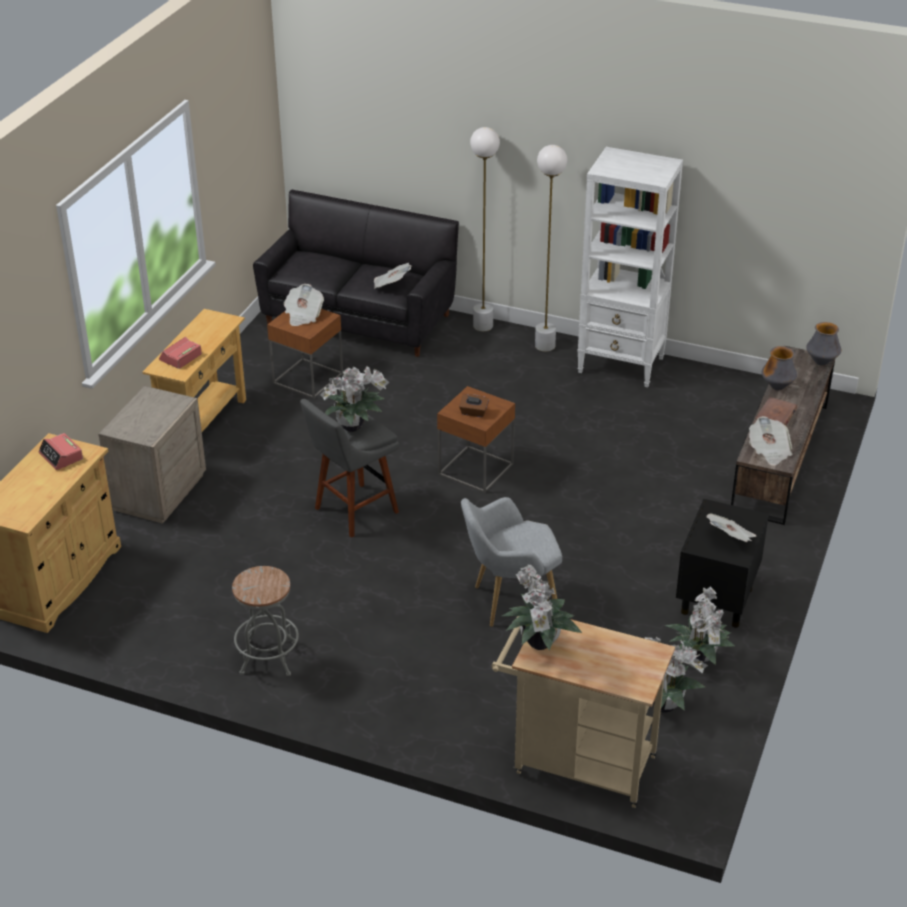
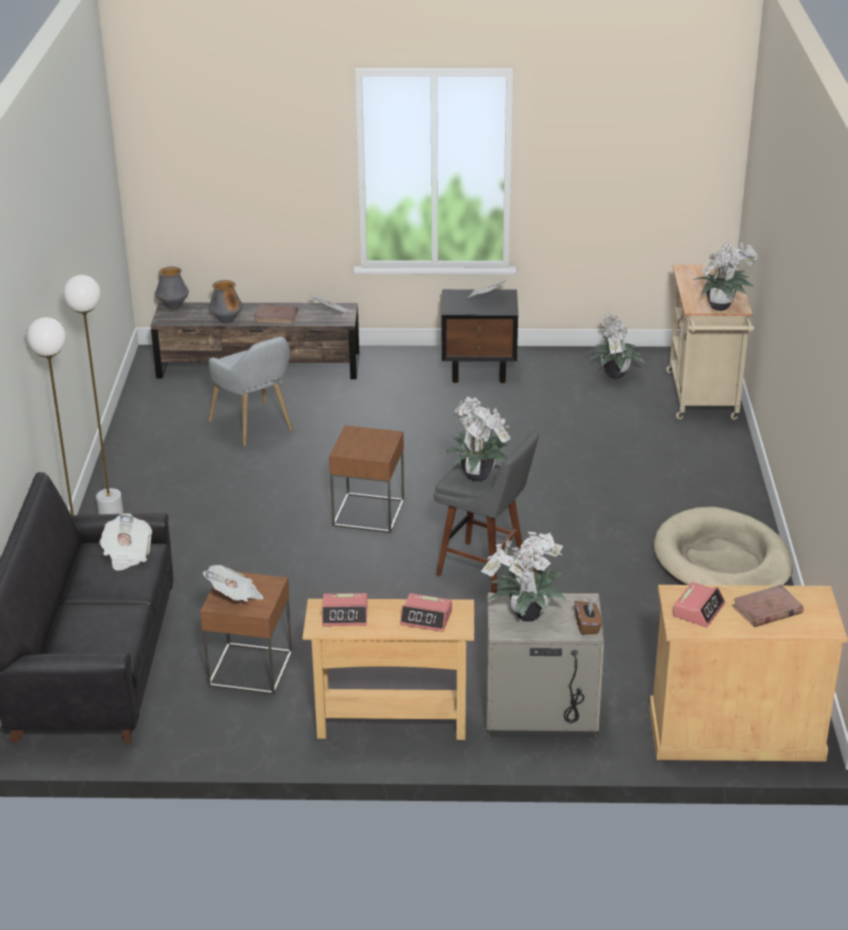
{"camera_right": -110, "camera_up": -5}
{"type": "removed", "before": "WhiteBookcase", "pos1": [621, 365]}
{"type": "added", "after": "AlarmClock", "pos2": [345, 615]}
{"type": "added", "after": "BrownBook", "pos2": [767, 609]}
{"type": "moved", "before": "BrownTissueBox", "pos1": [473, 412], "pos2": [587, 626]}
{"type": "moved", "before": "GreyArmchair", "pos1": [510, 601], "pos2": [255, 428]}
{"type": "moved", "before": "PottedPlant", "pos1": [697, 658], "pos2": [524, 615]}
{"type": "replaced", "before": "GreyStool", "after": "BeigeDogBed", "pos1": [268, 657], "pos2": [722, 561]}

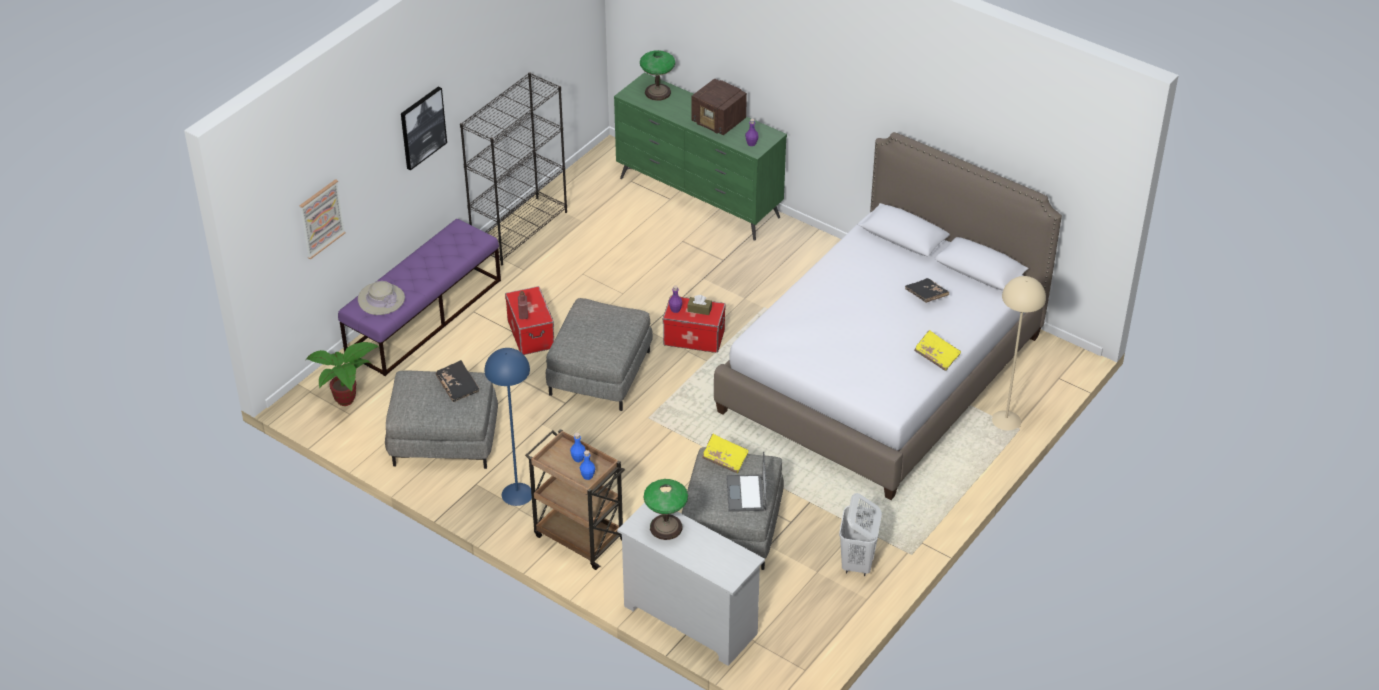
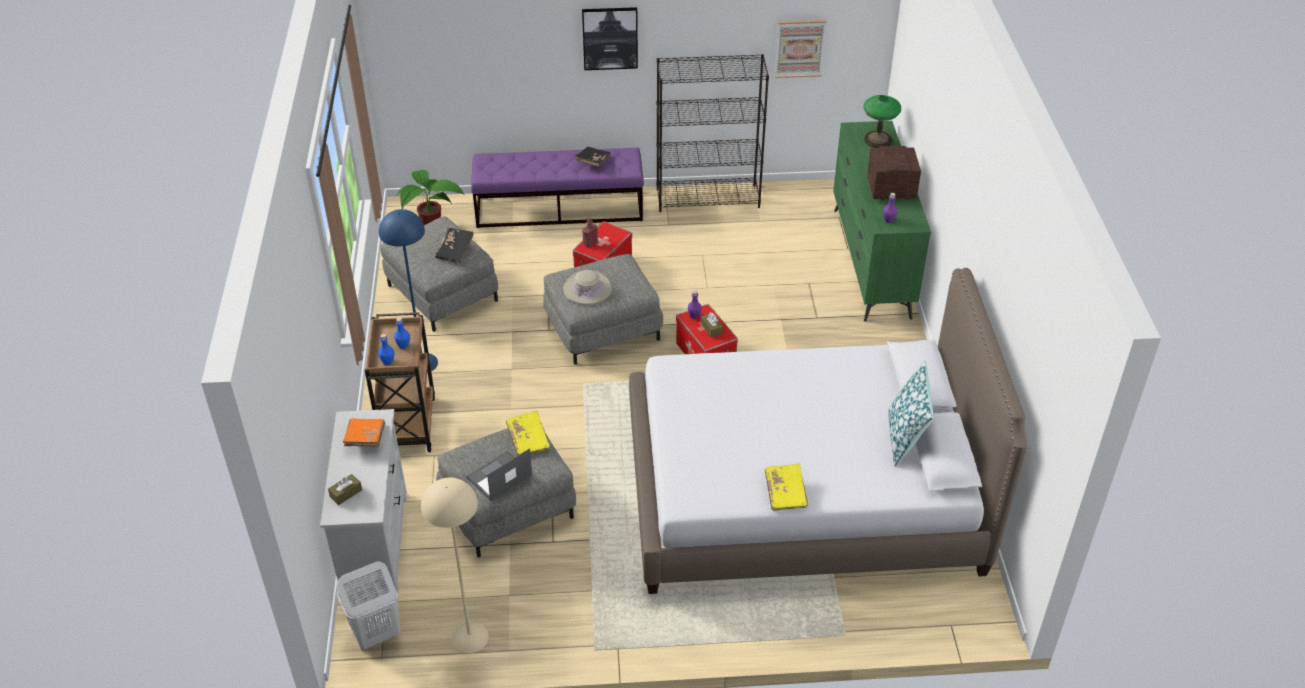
{"camera_right": 50, "camera_up": 0}
{"type": "added", "after": "BrownTissueBox", "pos2": [346, 493]}
{"type": "added", "after": "Pillow", "pos2": [905, 438]}
{"type": "moved", "before": "Picture", "pos1": [321, 218], "pos2": [799, 48]}
{"type": "moved", "before": "BeigeHat", "pos1": [381, 299], "pos2": [587, 289]}
{"type": "moved", "before": "WhiteLaundryBasket", "pos1": [857, 563], "pos2": [376, 635]}
{"type": "moved", "before": "BlackBook", "pos1": [926, 296], "pos2": [592, 162]}
{"type": "moved", "before": "BeigeFloorLamp", "pos1": [1006, 421], "pos2": [469, 638]}
{"type": "replaced", "before": "TableLamp", "after": "OrangeBook", "pos1": [666, 527], "pos2": [365, 438]}
{"type": "turned", "before": "Radio", "pos1": [719, 122], "pos2": [890, 189], "turn": 90}

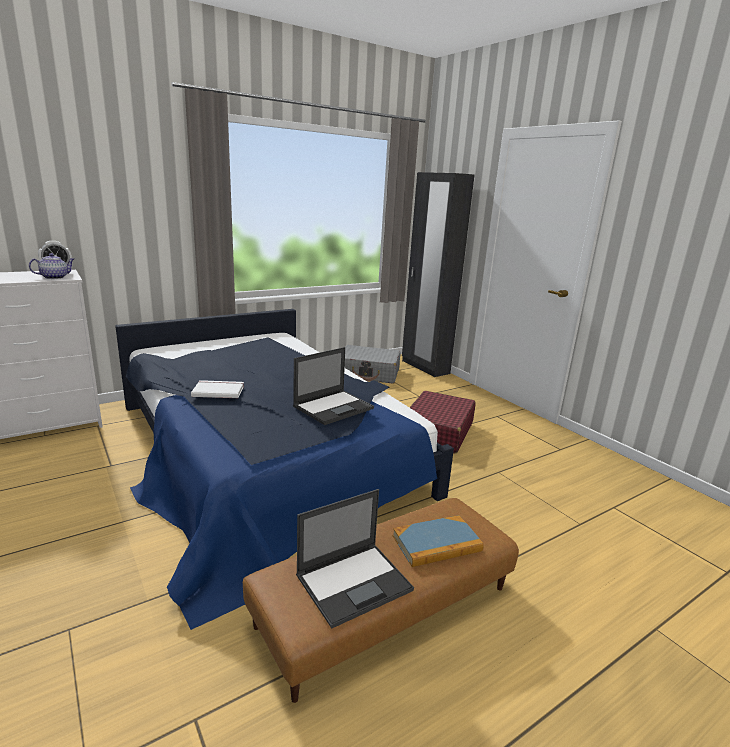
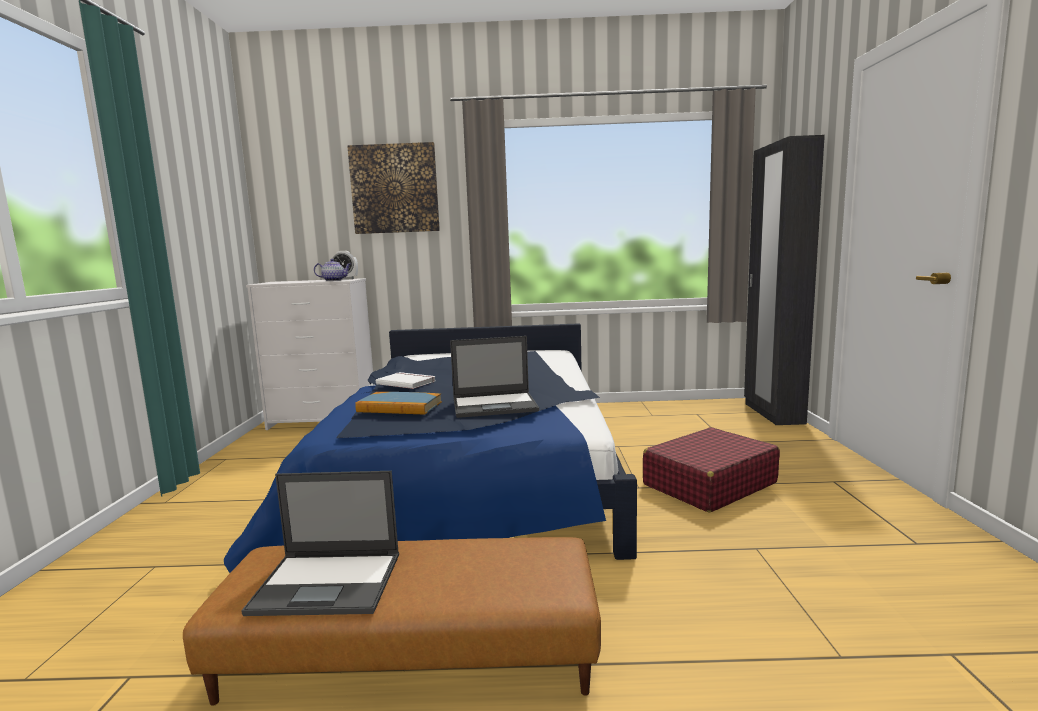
{"camera_right": 35, "camera_up": -10}
{"type": "removed", "before": "GreySuitcase", "pos1": [369, 373]}
{"type": "added", "after": "Picture", "pos2": [394, 189]}
{"type": "moved", "before": "Book", "pos1": [436, 544], "pos2": [399, 407]}

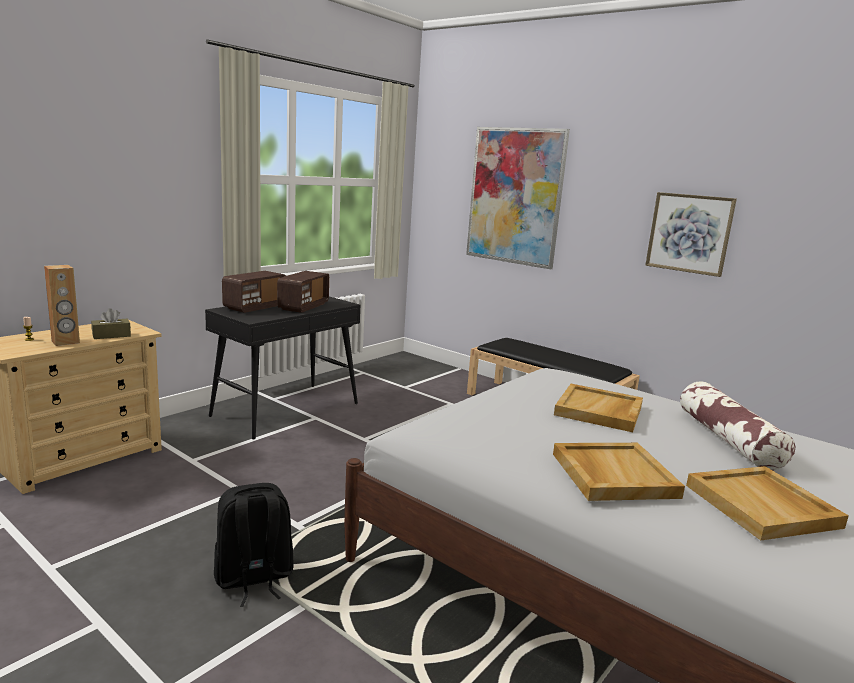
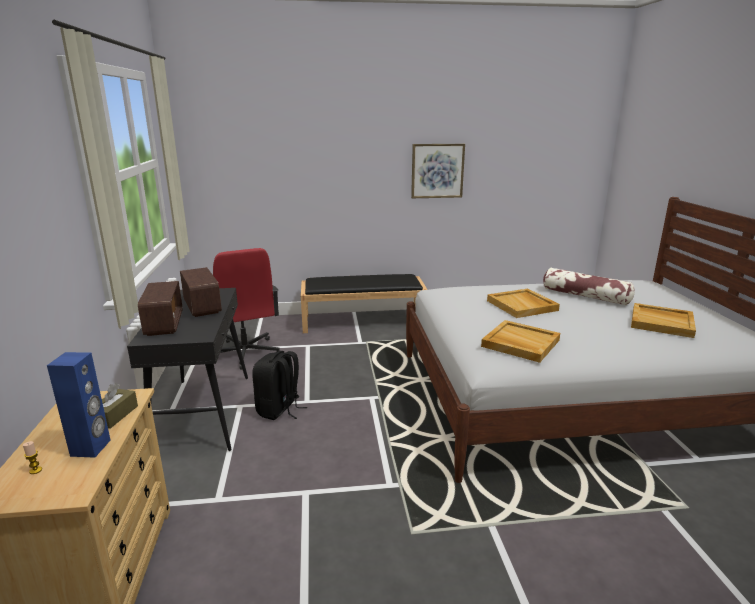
{"camera_right": -45, "camera_up": 5}
{"type": "removed", "before": "Picture", "pos1": [515, 196]}
{"type": "added", "after": "RedOfficeChair", "pos2": [245, 353]}
{"type": "moved", "before": "BlackBackpack", "pos1": [253, 579], "pos2": [279, 410]}
{"type": "moved", "before": "BeigeTray", "pos1": [612, 474], "pos2": [519, 343]}
{"type": "recoloured", "before": "BrownSpeaker", "after": "BlueSpeaker", "pos1": [65, 342], "pos2": [91, 448]}

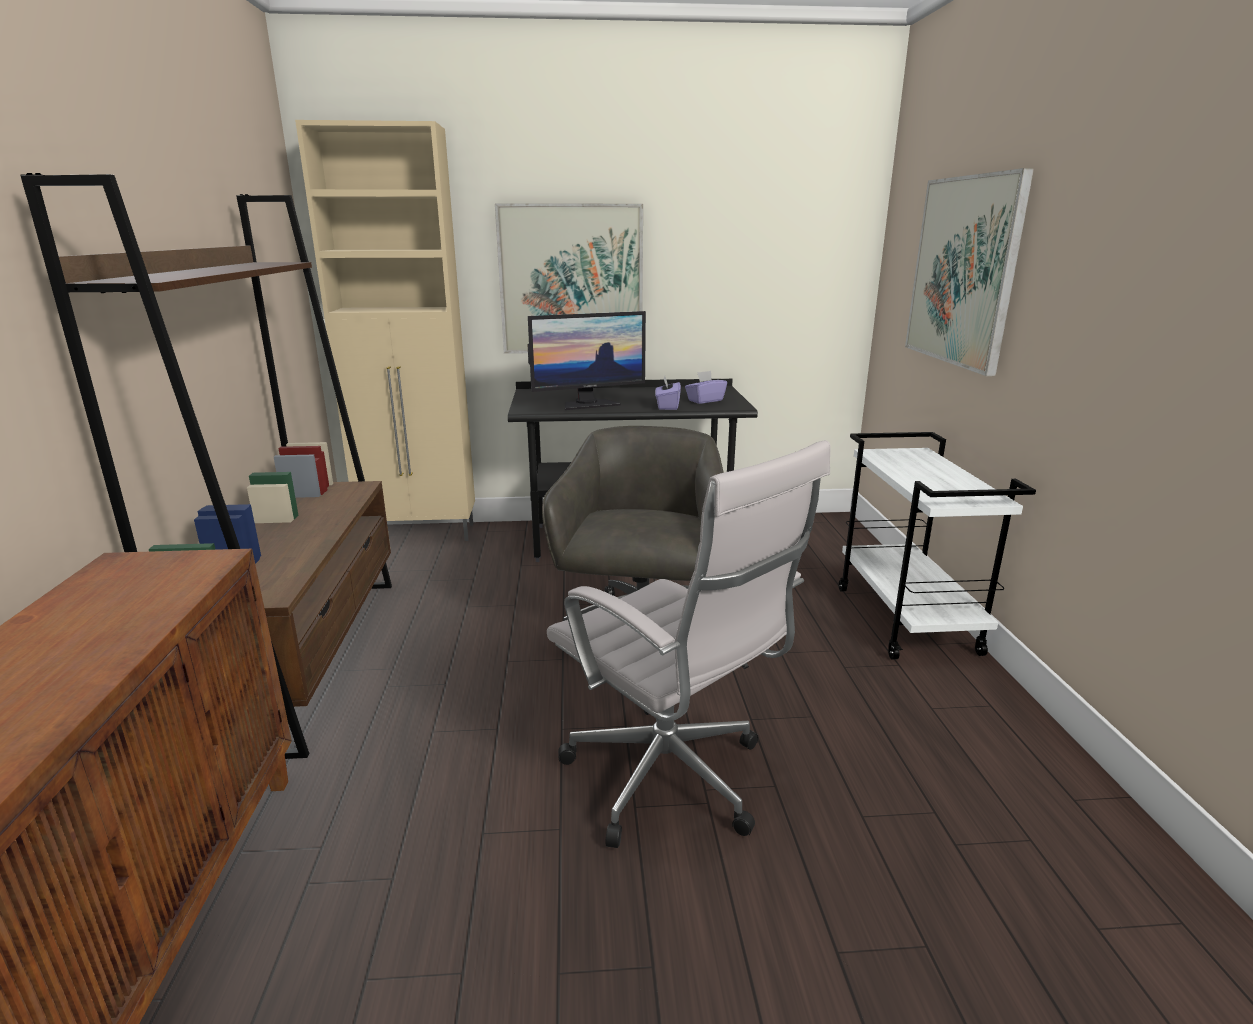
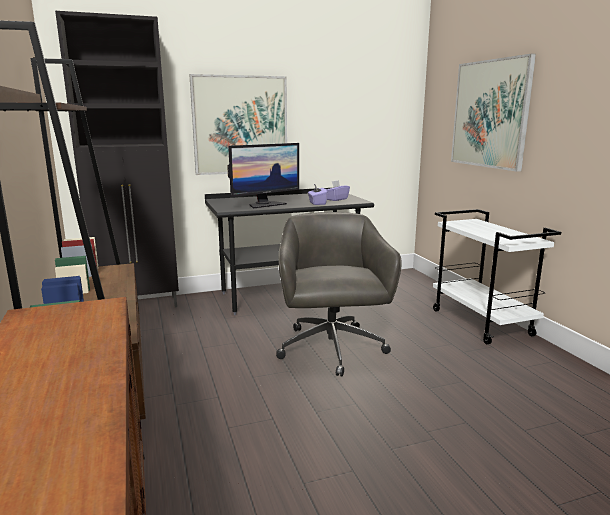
{"camera_right": -15, "camera_up": -5}
{"type": "removed", "before": "WhiteOfficeChair", "pos1": [672, 781]}
{"type": "recoloured", "before": "BeigeCabinet", "after": "BlackCabinet", "pos1": [421, 534], "pos2": [139, 306]}

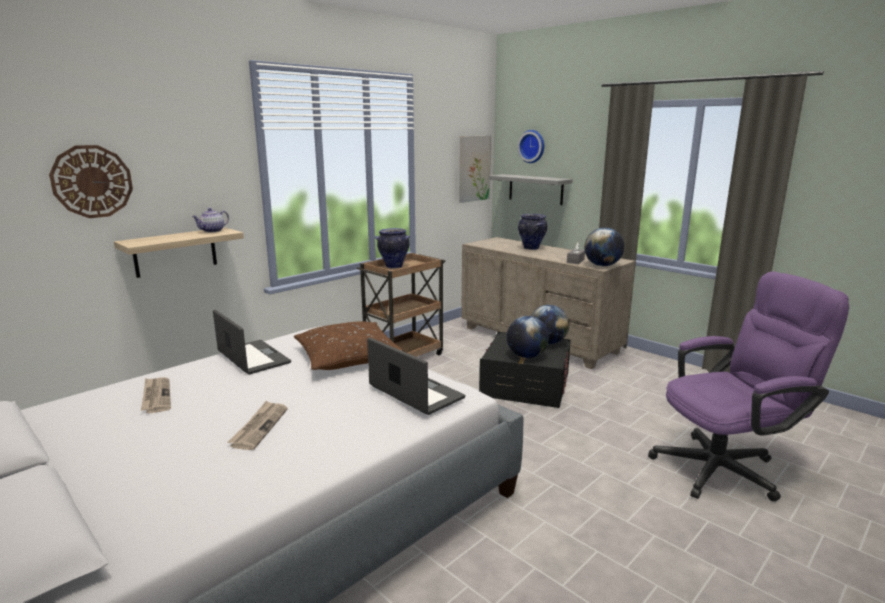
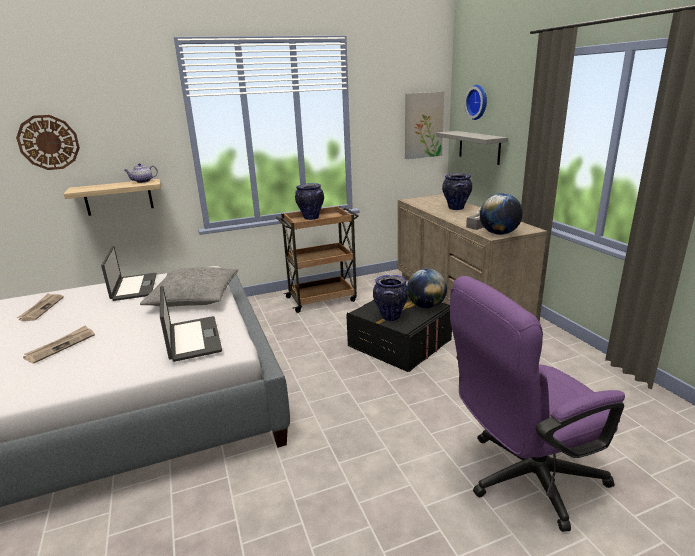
{"camera_right": 25, "camera_up": 5}
{"type": "replaced", "before": "Globe", "after": "Vase", "pos1": [526, 356], "pos2": [390, 317]}
{"type": "recoloured", "before": "BrownPillow", "after": "GreyPillow", "pos1": [347, 357], "pos2": [194, 297]}
{"type": "turned", "before": "PurpleOfficeChair", "pos1": [727, 467], "pos2": [522, 478], "turn": 150}

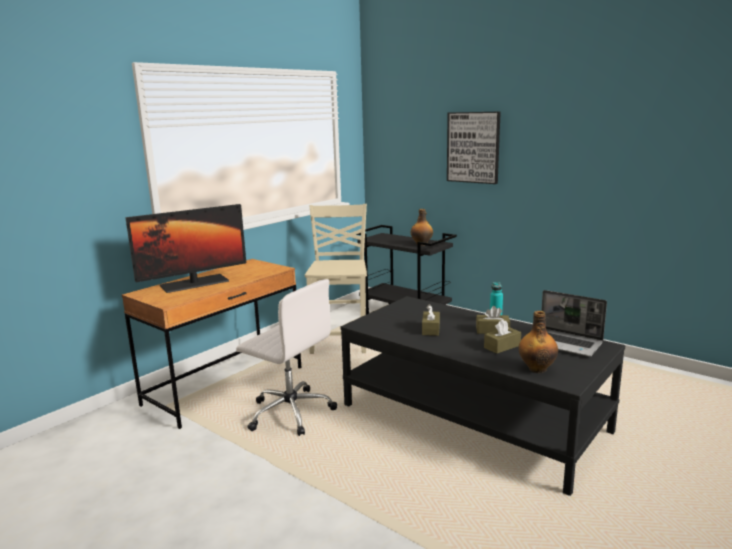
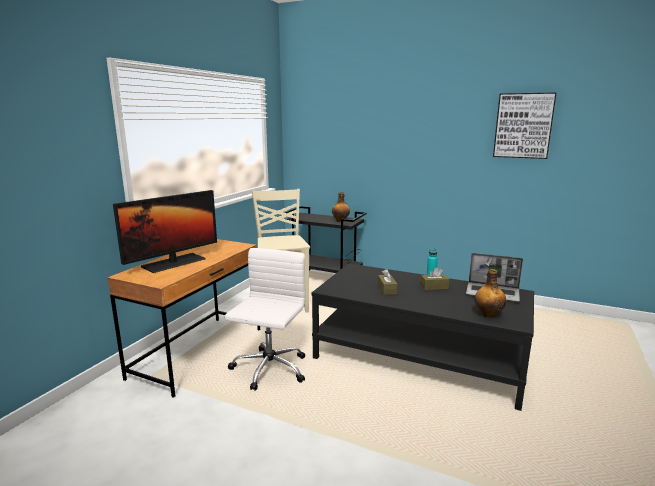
{"camera_right": -15, "camera_up": 0}
{"type": "removed", "before": "BrownTissueBox", "pos1": [502, 346]}
{"type": "moved", "before": "Picture", "pos1": [473, 147], "pos2": [523, 126]}
{"type": "turned", "before": "WhiteOfficeChair", "pos1": [290, 412], "pos2": [269, 369], "turn": -90}

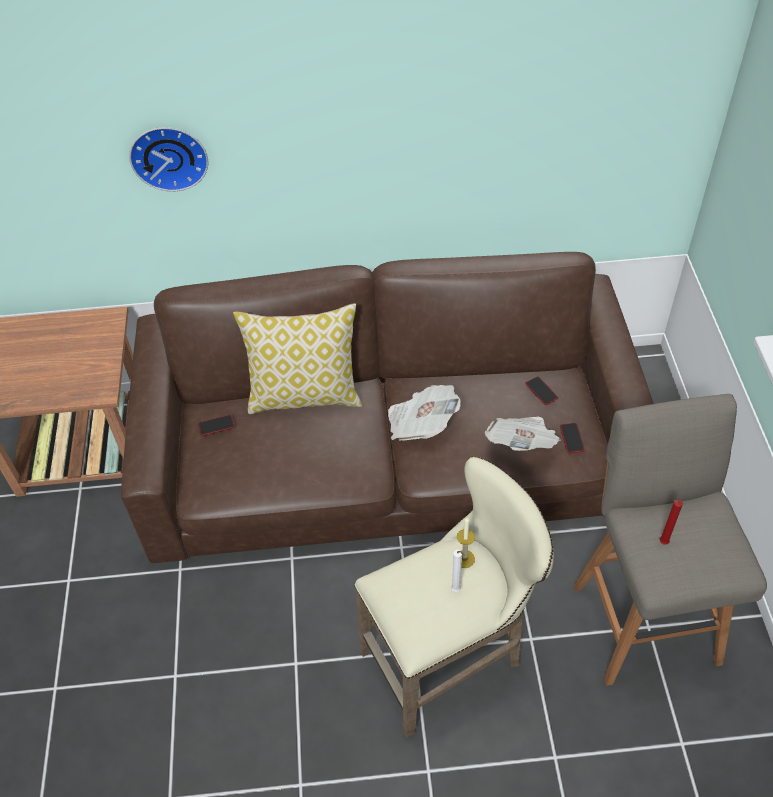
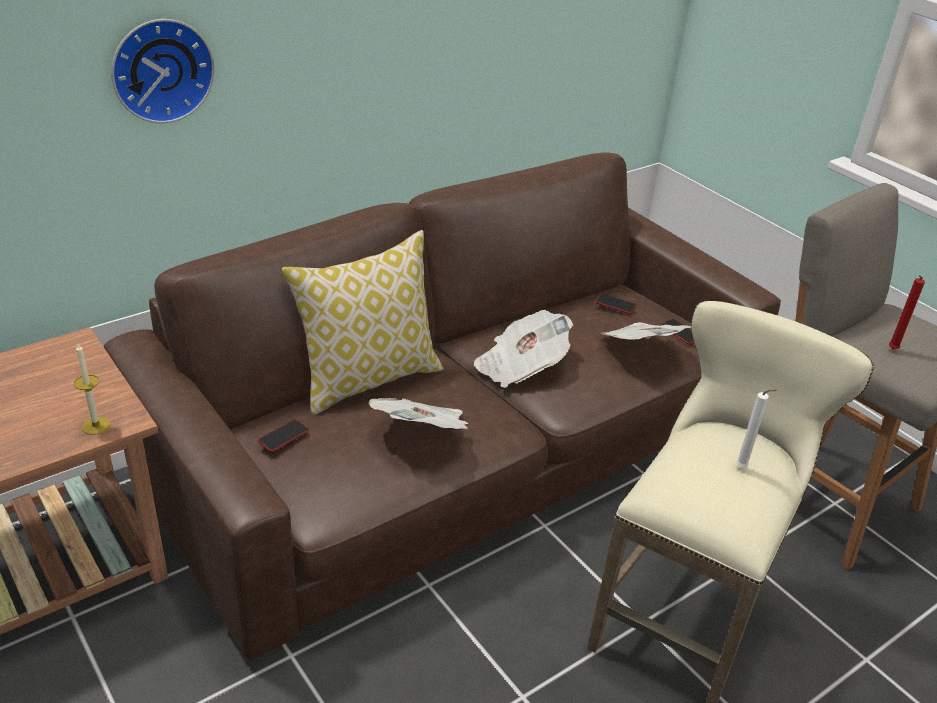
{"camera_right": -35, "camera_up": -15}
{"type": "added", "after": "Newspaper", "pos2": [422, 433]}
{"type": "moved", "before": "Candle", "pos1": [464, 558], "pos2": [96, 425]}

